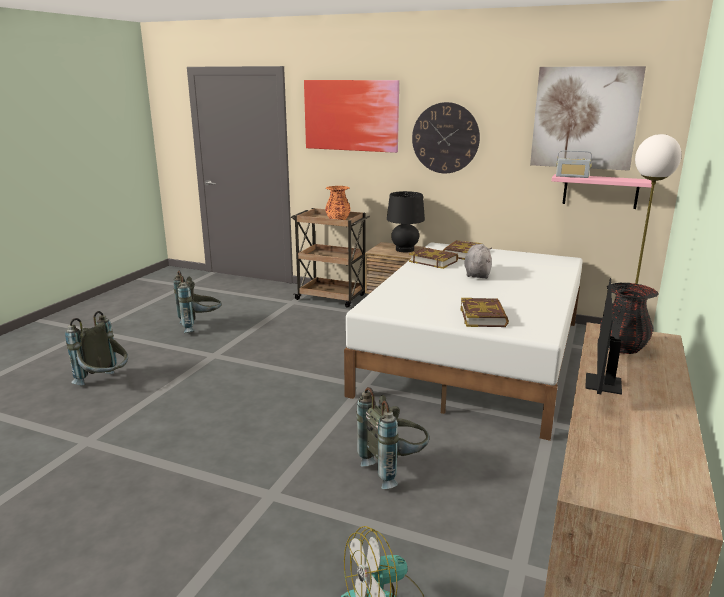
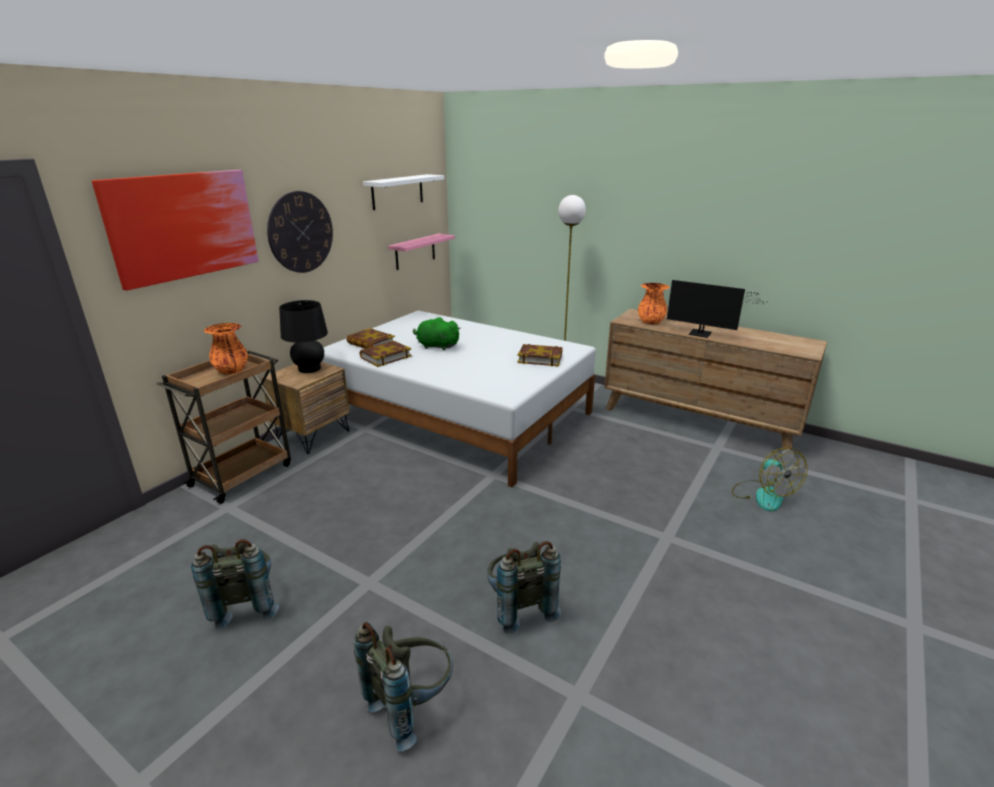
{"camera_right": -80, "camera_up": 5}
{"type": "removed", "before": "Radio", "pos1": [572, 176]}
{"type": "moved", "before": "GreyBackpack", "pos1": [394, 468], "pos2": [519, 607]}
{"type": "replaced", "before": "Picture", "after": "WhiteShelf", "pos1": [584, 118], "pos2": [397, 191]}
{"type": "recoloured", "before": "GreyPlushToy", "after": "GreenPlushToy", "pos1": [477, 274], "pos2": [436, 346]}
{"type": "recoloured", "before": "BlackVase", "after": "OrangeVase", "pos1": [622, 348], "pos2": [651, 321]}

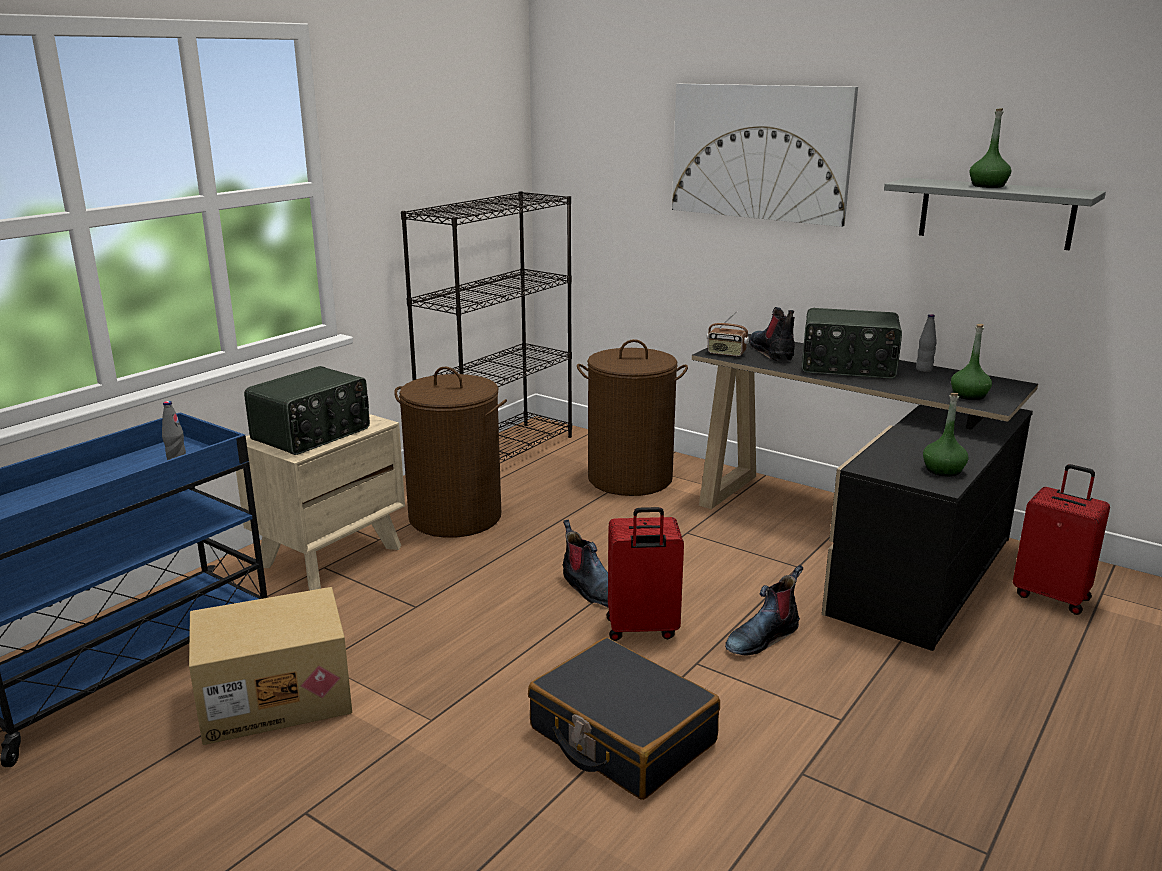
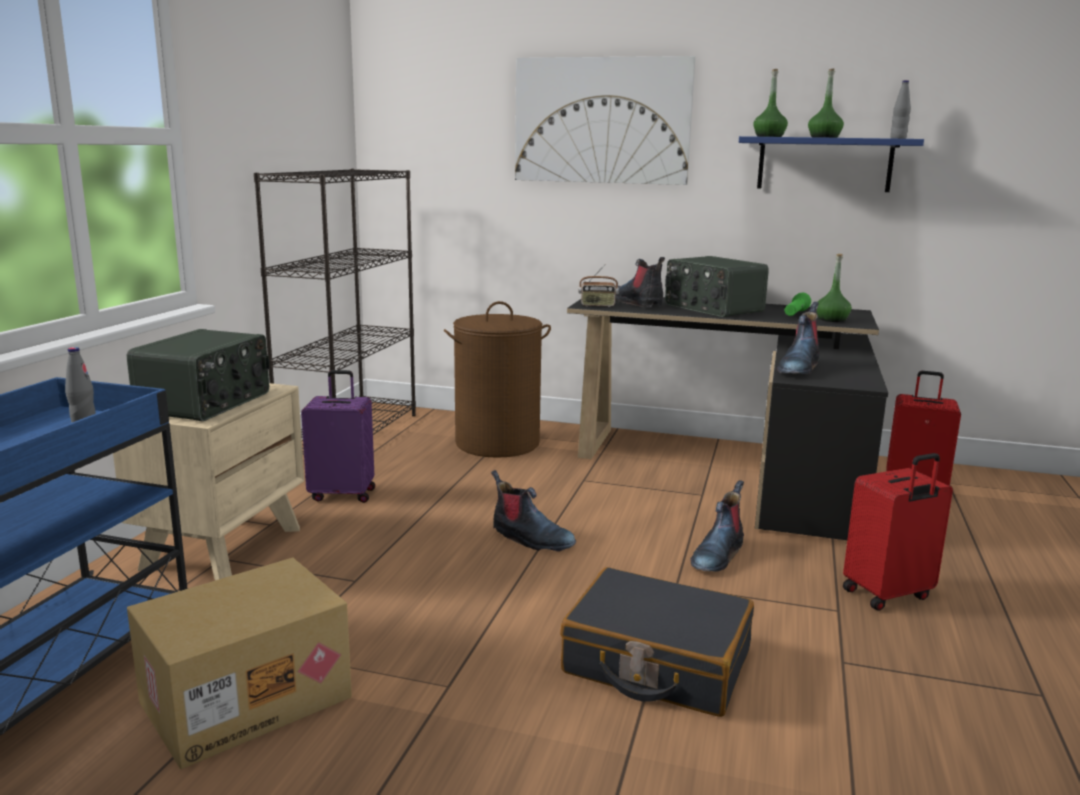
{"camera_right": -20, "camera_up": -5}
{"type": "added", "after": "Boot", "pos2": [798, 367]}
{"type": "added", "after": "GreenFlashlight", "pos2": [795, 314]}
{"type": "moved", "before": "RedSuitcase", "pos1": [642, 629], "pos2": [888, 595]}
{"type": "moved", "before": "GreyBottle", "pos1": [924, 369], "pos2": [898, 138]}
{"type": "moved", "before": "GreenBottle", "pos1": [943, 470], "pos2": [769, 136]}
{"type": "replaced", "before": "BrownLaundryBasket", "after": "PurpleSuitcase", "pos1": [455, 517], "pos2": [343, 494]}
{"type": "recoloured", "before": "GreyShelf", "after": "BlueShelf", "pos1": [995, 213], "pos2": [824, 164]}
{"type": "turned", "before": "Radio", "pos1": [848, 367], "pos2": [712, 308], "turn": 60}

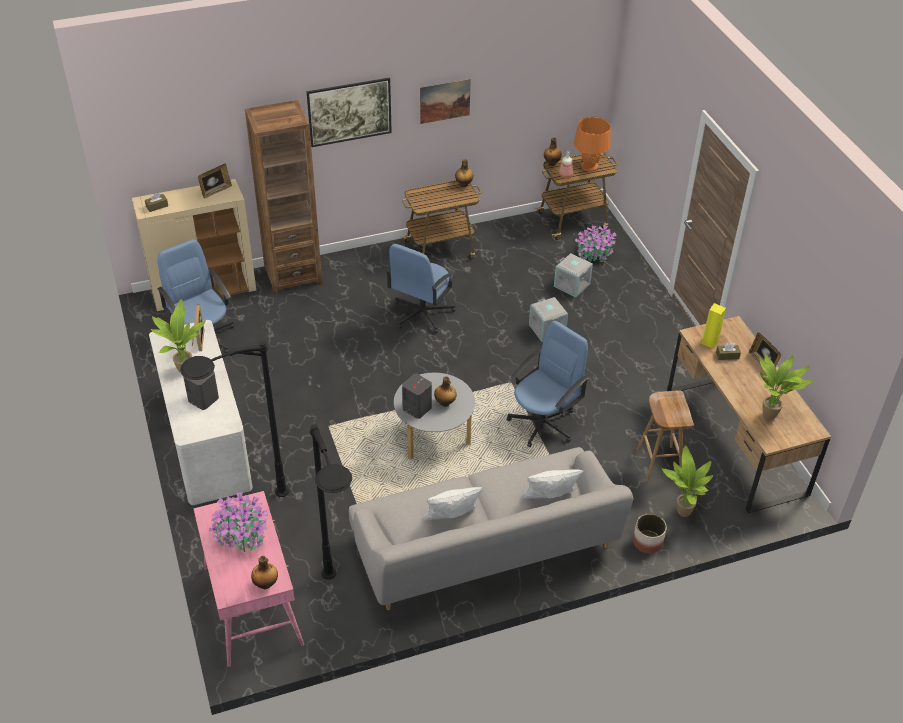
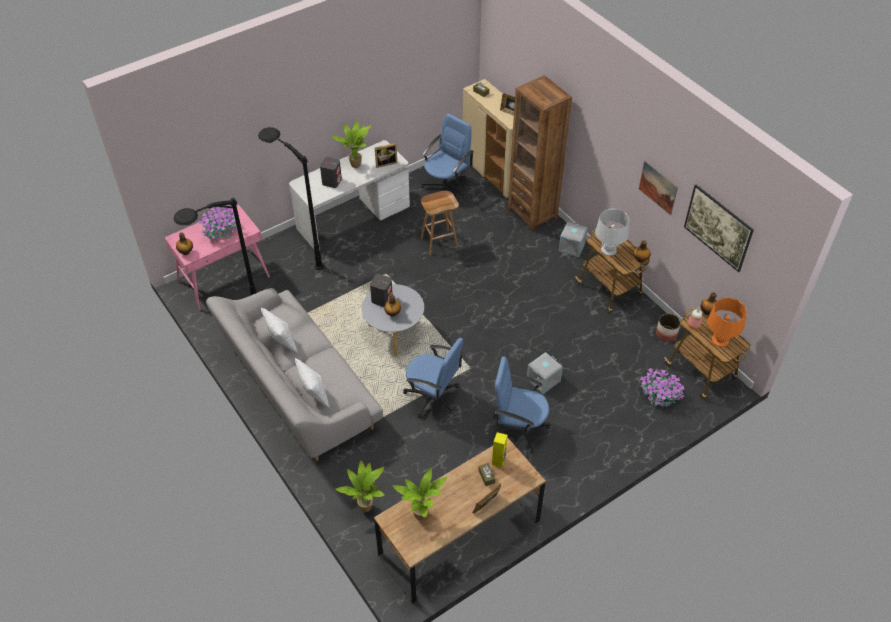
{"camera_right": 75, "camera_up": 5}
{"type": "added", "after": "GreyTableLamp", "pos2": [608, 250]}
{"type": "moved", "before": "Picture", "pos1": [350, 125], "pos2": [715, 238]}
{"type": "moved", "before": "BlueOfficeChair", "pos1": [421, 314], "pos2": [518, 429]}
{"type": "moved", "before": "GreyStorageBox", "pos1": [572, 285], "pos2": [572, 247]}
{"type": "moved", "before": "Planter", "pos1": [647, 542], "pos2": [666, 333]}
{"type": "moved", "before": "BrownStool", "pos1": [658, 463], "pos2": [439, 242]}

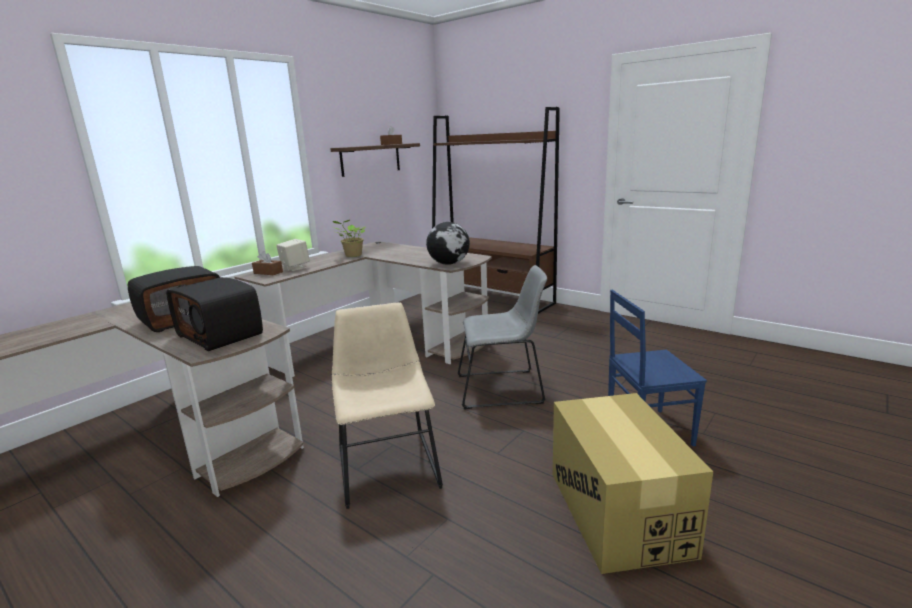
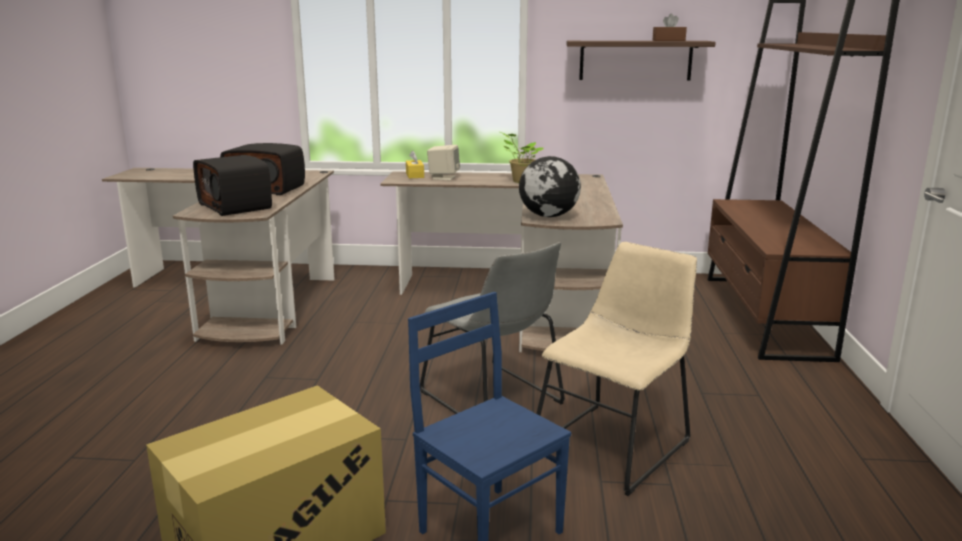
{"camera_right": 55, "camera_up": 0}
{"type": "moved", "before": "BeigeChair", "pos1": [387, 463], "pos2": [614, 443]}
{"type": "recoloured", "before": "BrownTissueBox", "after": "YellowTissueBox", "pos1": [268, 272], "pos2": [415, 175]}
{"type": "turned", "before": "Radio", "pos1": [221, 334], "pos2": [236, 206], "turn": -45}

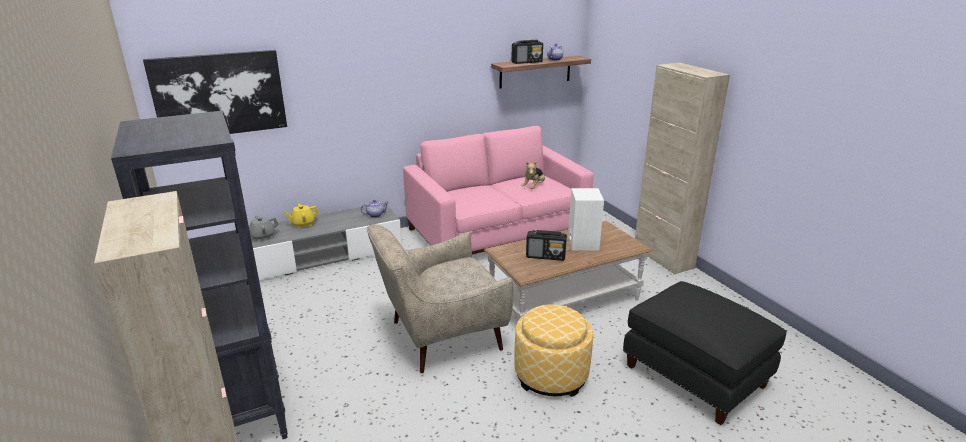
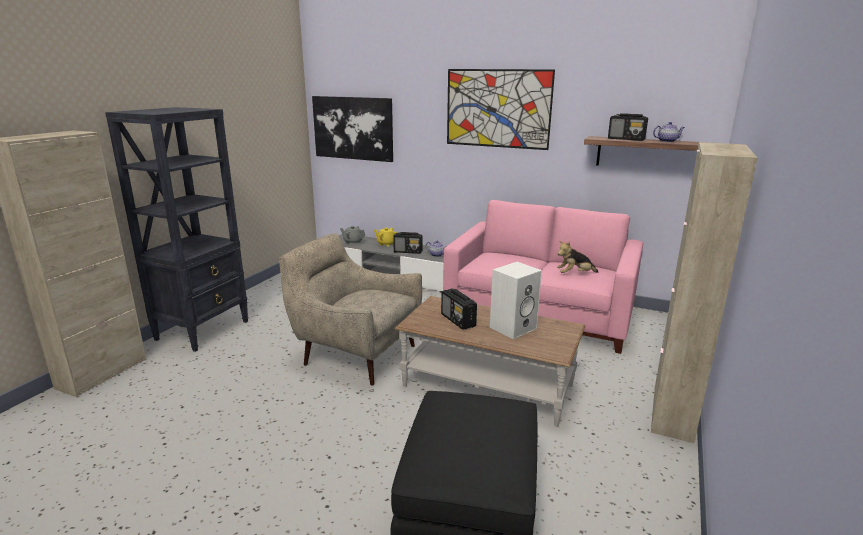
{"camera_right": 50, "camera_up": -5}
{"type": "removed", "before": "Ottoman", "pos1": [551, 375]}
{"type": "added", "after": "Radio", "pos2": [408, 251]}
{"type": "added", "after": "Picture", "pos2": [497, 108]}

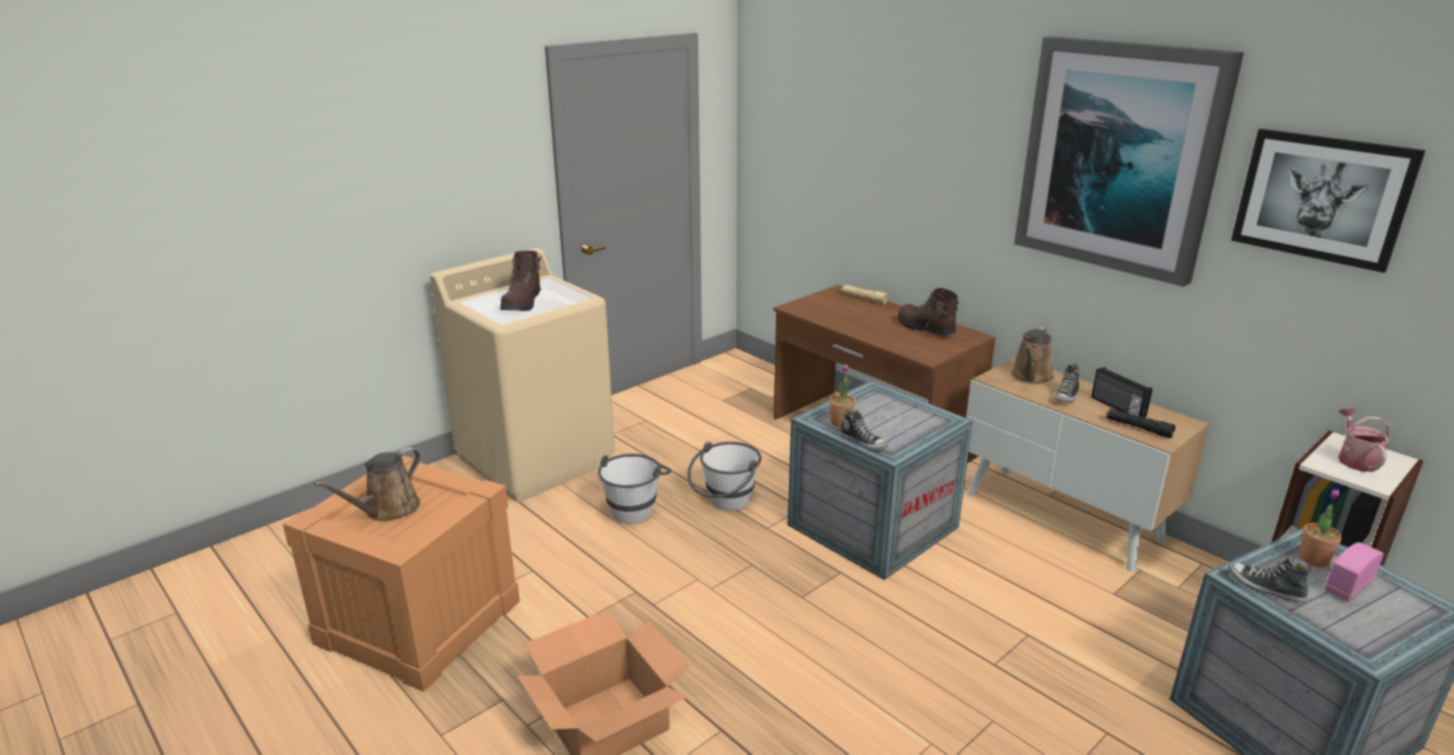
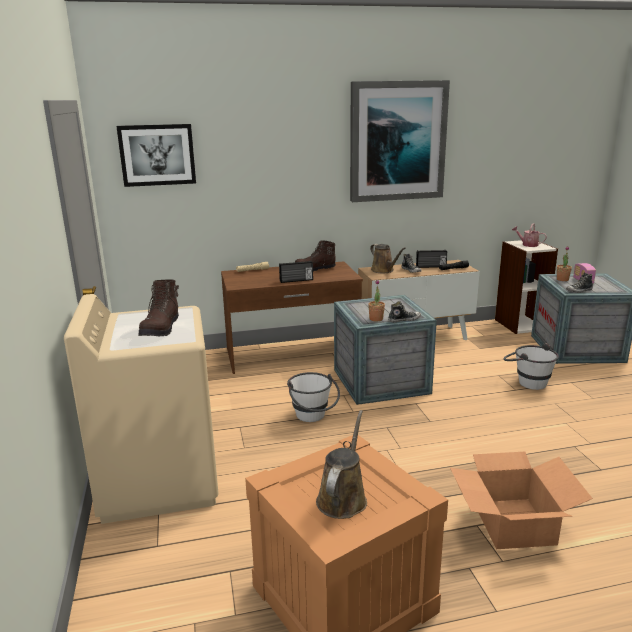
{"camera_right": -60, "camera_up": -5}
{"type": "added", "after": "Radio", "pos2": [296, 280]}
{"type": "moved", "before": "WhiteBucket", "pos1": [635, 508], "pos2": [527, 381]}
{"type": "moved", "before": "Picture", "pos1": [1322, 198], "pos2": [157, 155]}
{"type": "turned", "before": "BrownWateringCan", "pos1": [388, 510], "pos2": [343, 498], "turn": -135}
{"type": "turned", "before": "BrownBoot", "pos1": [523, 303], "pos2": [161, 329], "turn": 60}

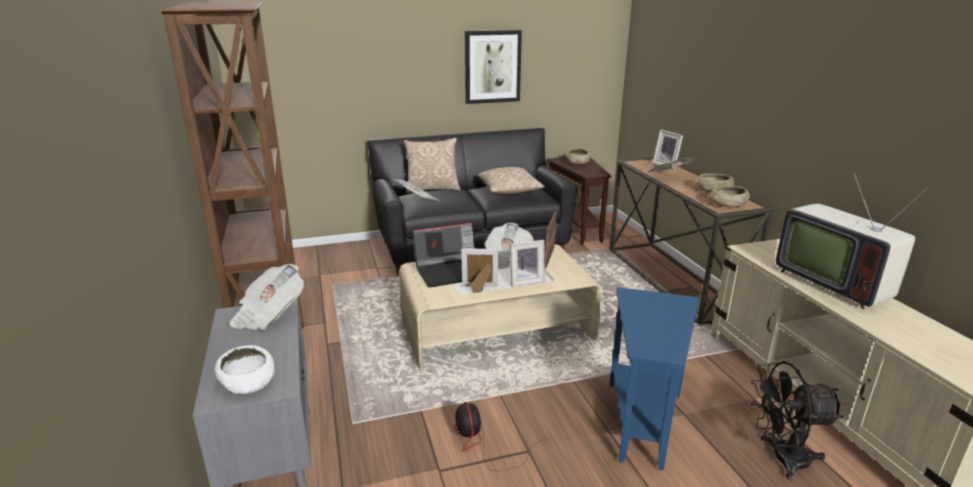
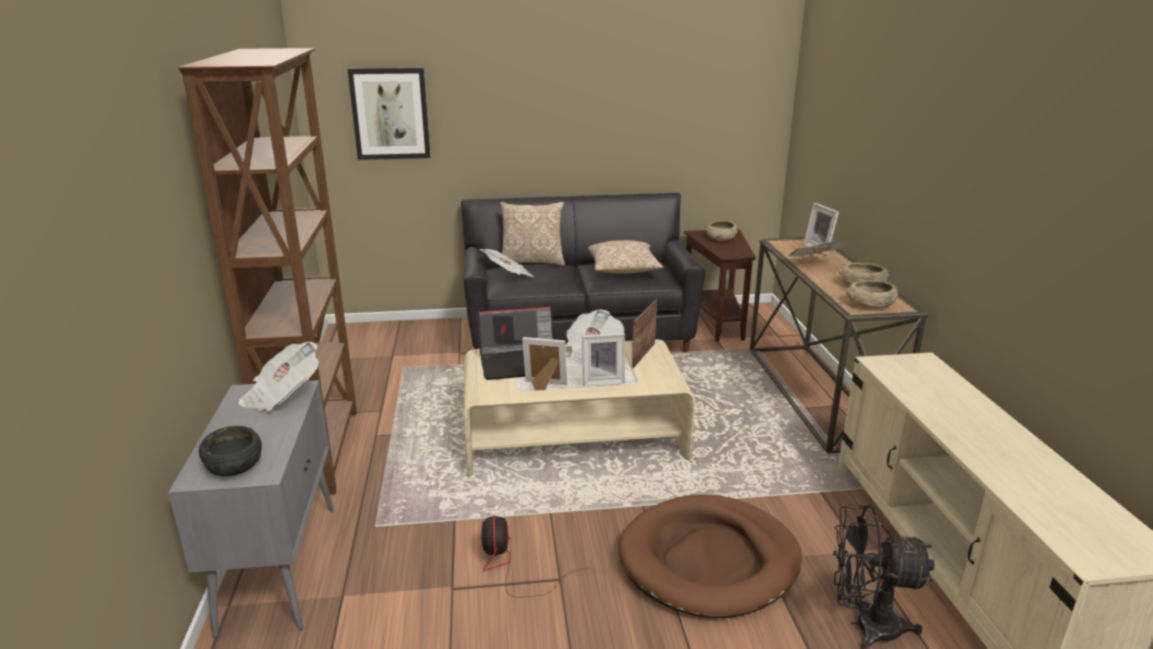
{"camera_right": 10, "camera_up": 0}
{"type": "removed", "before": "Television", "pos1": [833, 283]}
{"type": "moved", "before": "Picture", "pos1": [492, 67], "pos2": [390, 113]}
{"type": "replaced", "before": "BlueSideTable", "after": "BrownDogBed", "pos1": [642, 420], "pos2": [709, 560]}
{"type": "recoloured", "before": "WhiteBowl", "after": "BlackBowl", "pos1": [248, 381], "pos2": [234, 463]}

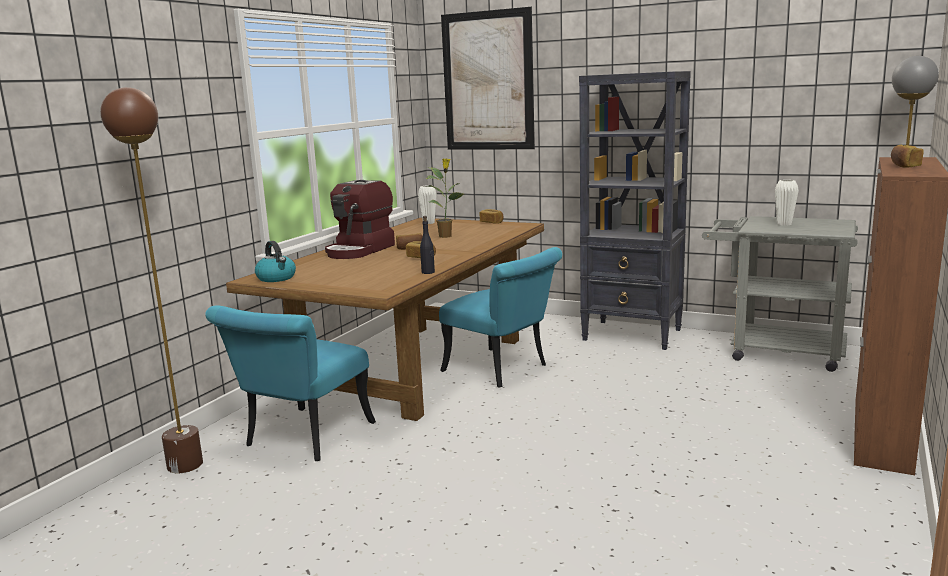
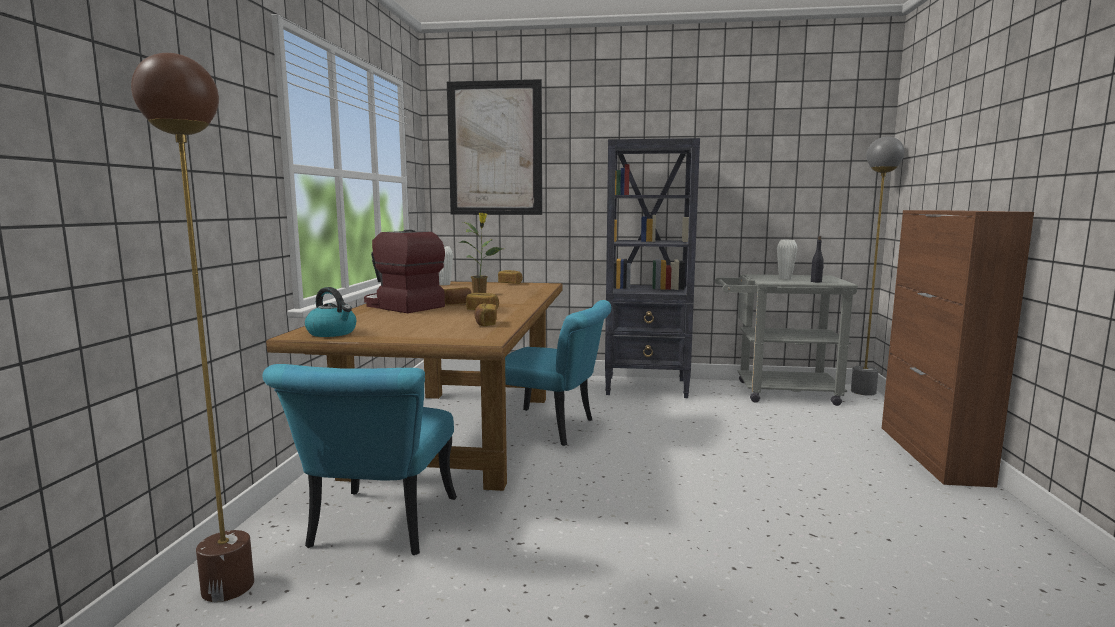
{"camera_right": -20, "camera_up": -5}
{"type": "moved", "before": "BlackBottle", "pos1": [428, 272], "pos2": [816, 281]}
{"type": "moved", "before": "Bread", "pos1": [904, 166], "pos2": [485, 324]}
{"type": "turned", "before": "CoffeeMachine", "pos1": [360, 250], "pos2": [402, 306], "turn": 120}

